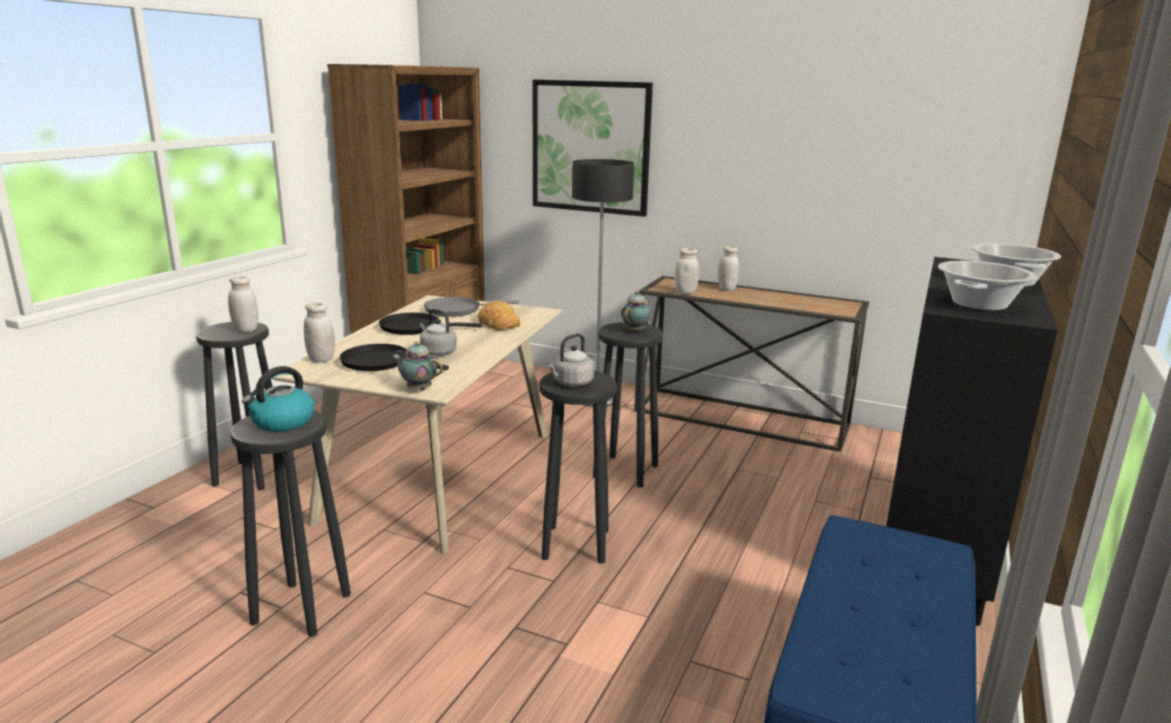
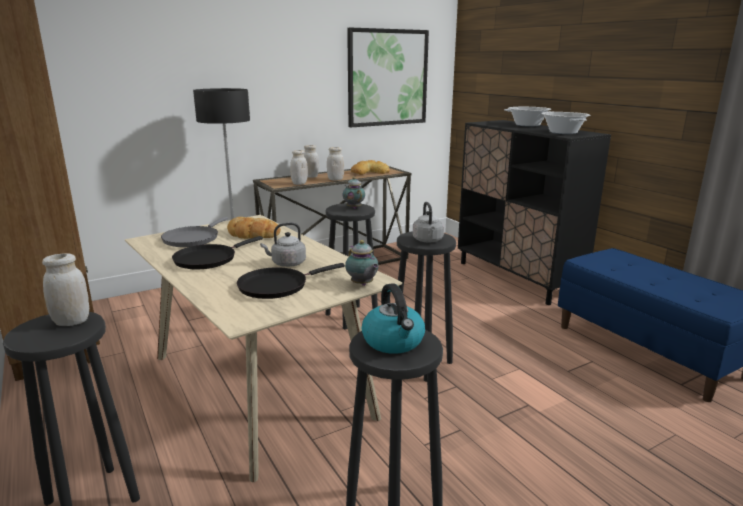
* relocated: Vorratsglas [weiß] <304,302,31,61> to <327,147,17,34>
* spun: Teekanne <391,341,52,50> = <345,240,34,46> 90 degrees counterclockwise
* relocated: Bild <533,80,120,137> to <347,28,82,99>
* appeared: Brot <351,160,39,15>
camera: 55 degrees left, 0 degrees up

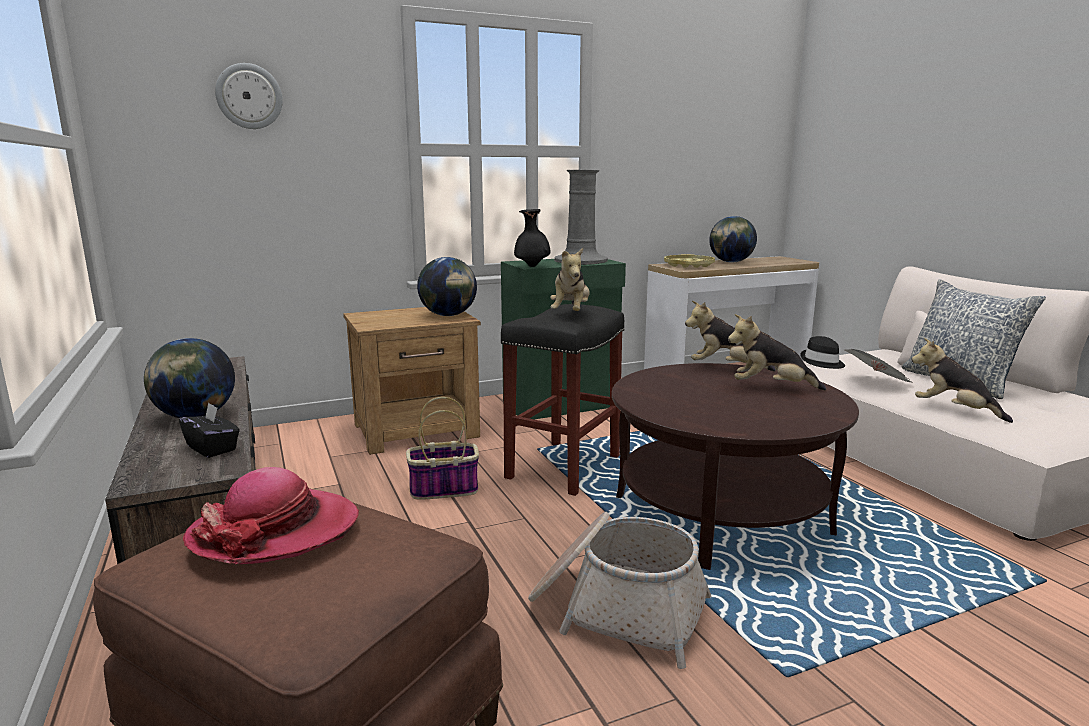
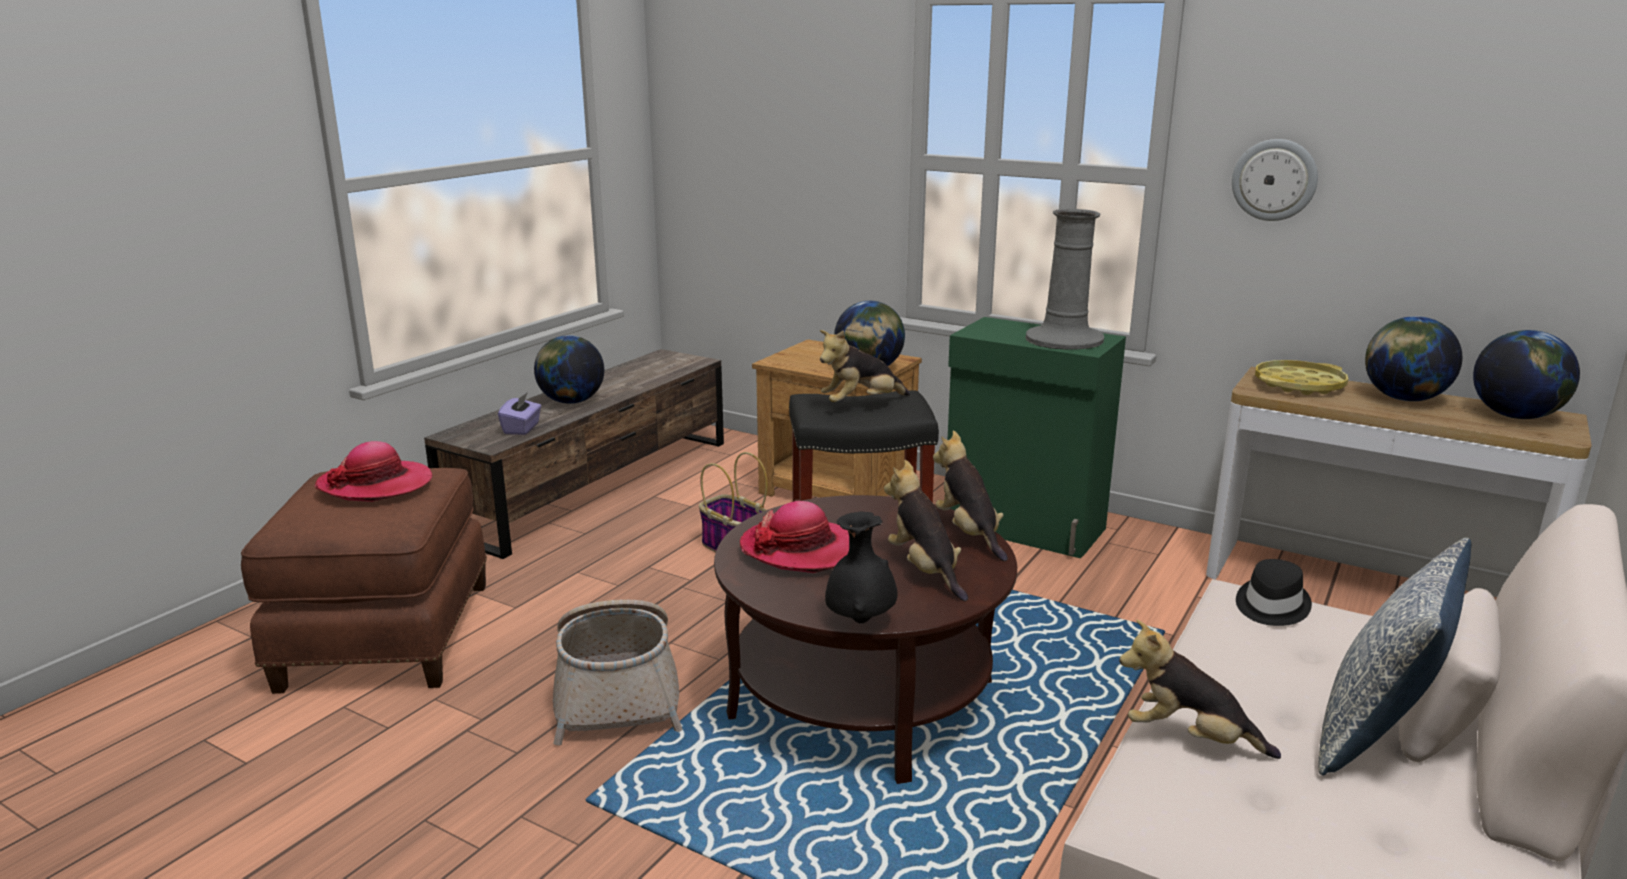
* colour: Taschentuchbox [schwarz] <179,402,61,56> to Taschentuchbox [lila] <498,392,43,43>
* relocated: Wanduhr <215,63,68,66> to <1232,139,86,82>
* relocated: Vase [schwarz] <514,209,36,58> to <825,511,72,112>
* missing: Zeitung <845,349,66,33>
* spun: Plüschtier <912,338,101,85> = <1119,620,162,139> 75 degrees counterclockwise
* appeared: Hut <740,501,109,72>
* appeared: Globus <1473,330,107,89>
camera: 55 degrees right, 5 degrees up

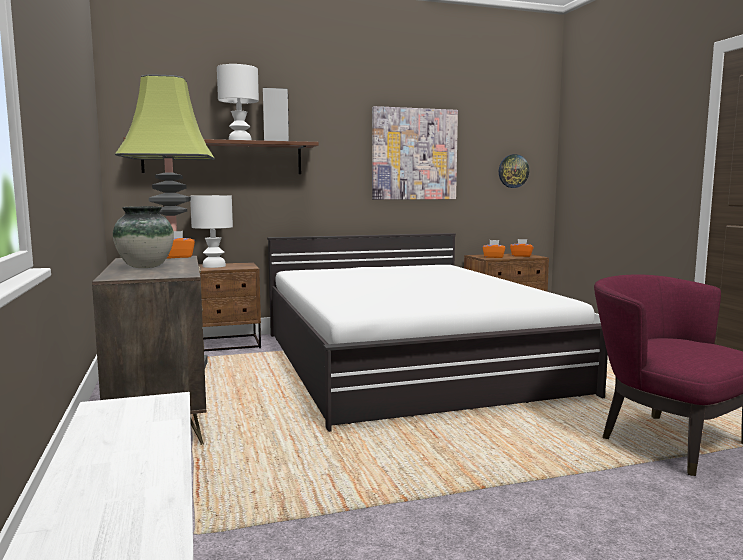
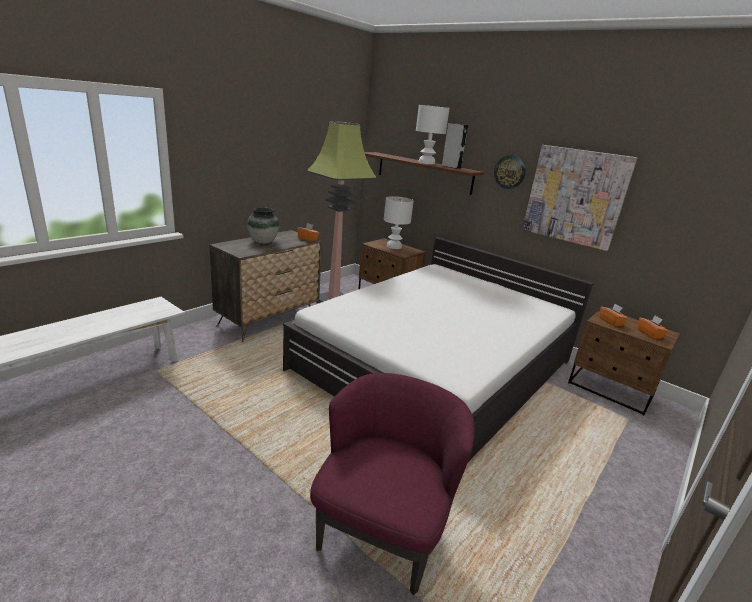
* relocated: Wanduhr <499,154,30,34> to <494,155,32,34>
camera: 55 degrees right, 15 degrees up

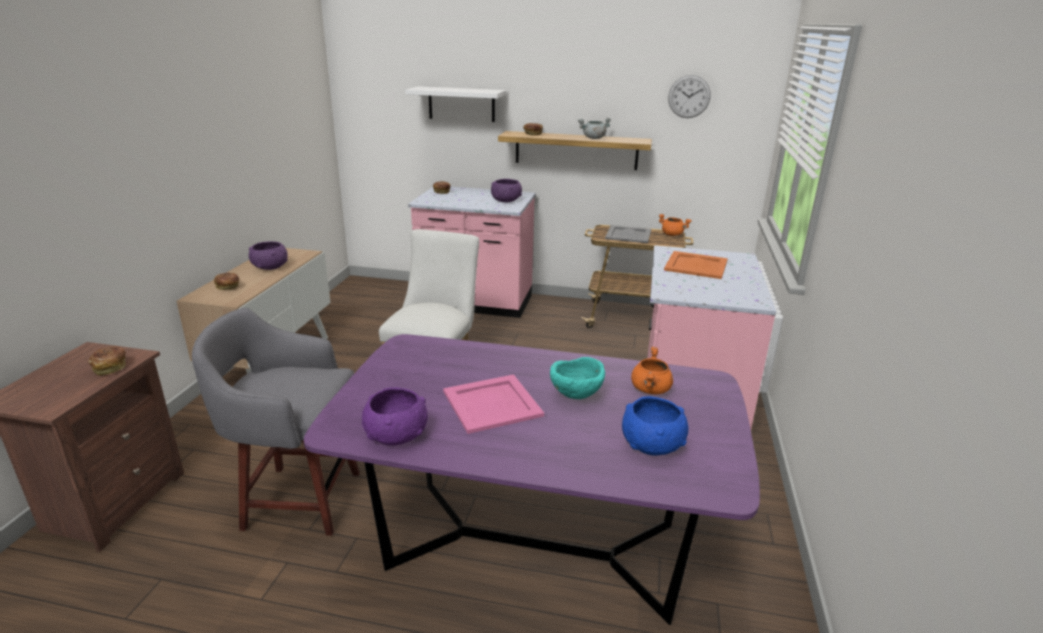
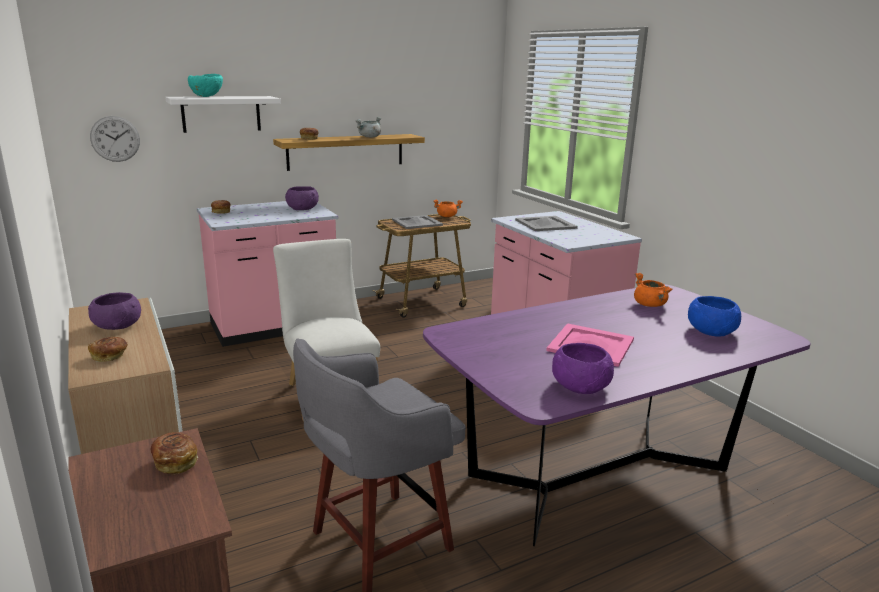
* relocated: Schüssel [türkis] <550,357,55,42> to <188,74,35,23>
* colour: Tablett [orange] <664,251,64,28> to Tablett [grau] <515,216,63,15>
* relocated: Wanduhr <668,75,43,43> to <90,116,50,46>
camera: 40 degrees left, 5 degrees down

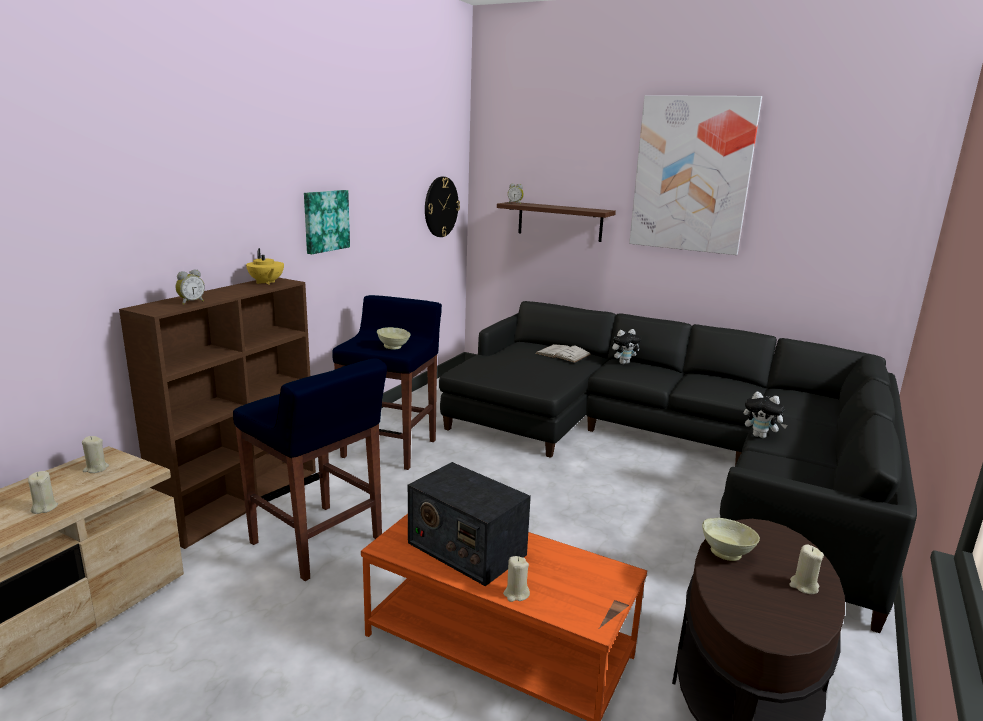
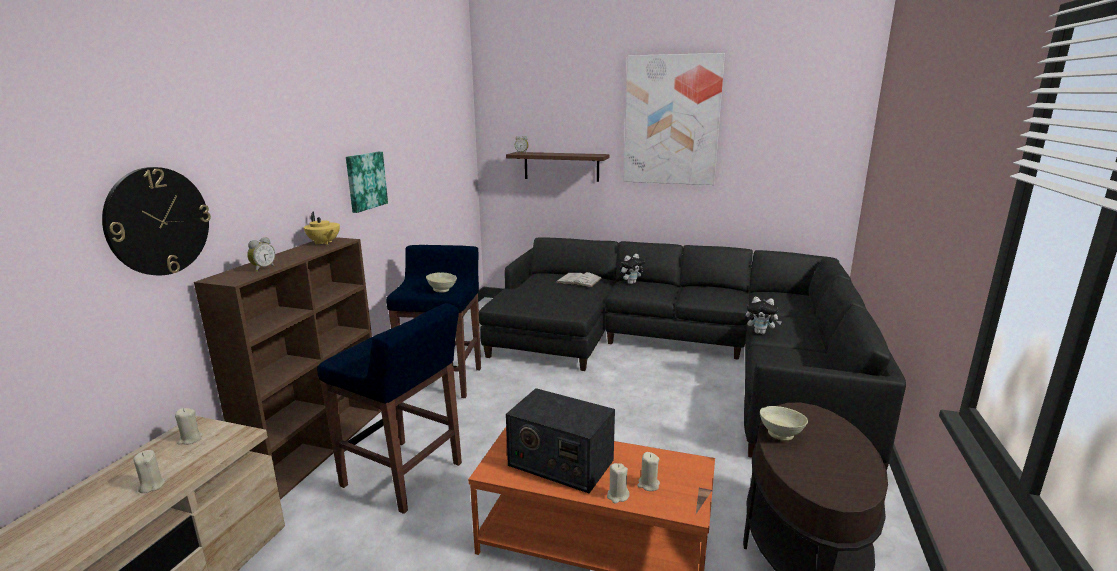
* relocated: Wanduhr <425,177,35,60> to <102,167,109,109>
* relocated: Kerze [beige] <789,545,35,49> to <637,452,23,39>
camera: 10 degrees left, 0 degrees up

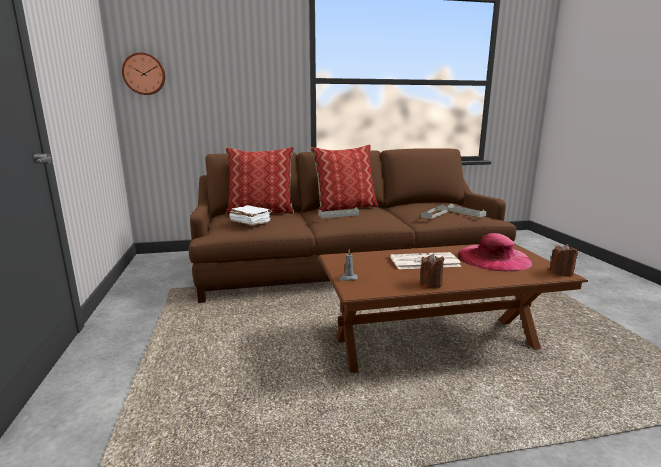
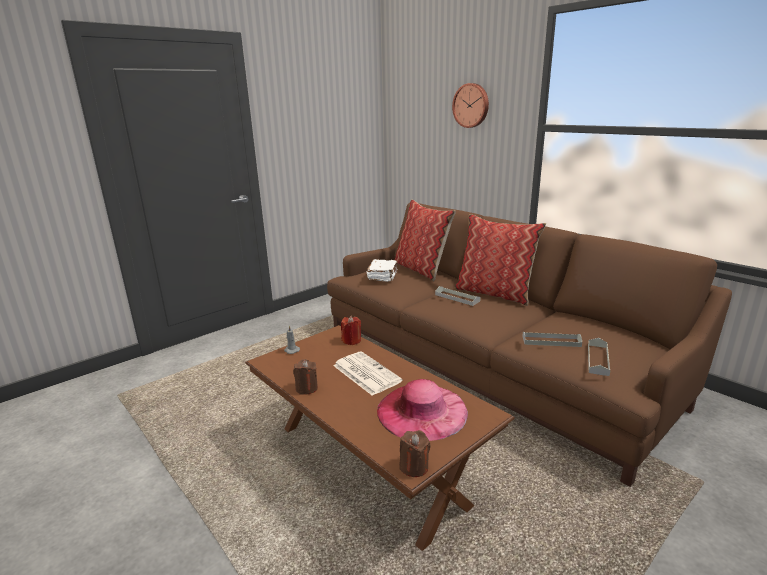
* relocated: Wanduhr <122,52,43,43> to <452,83,37,45>
* appeared: Kerze [rot] <341,316,20,29>
camera: 60 degrees right, 5 degrees up

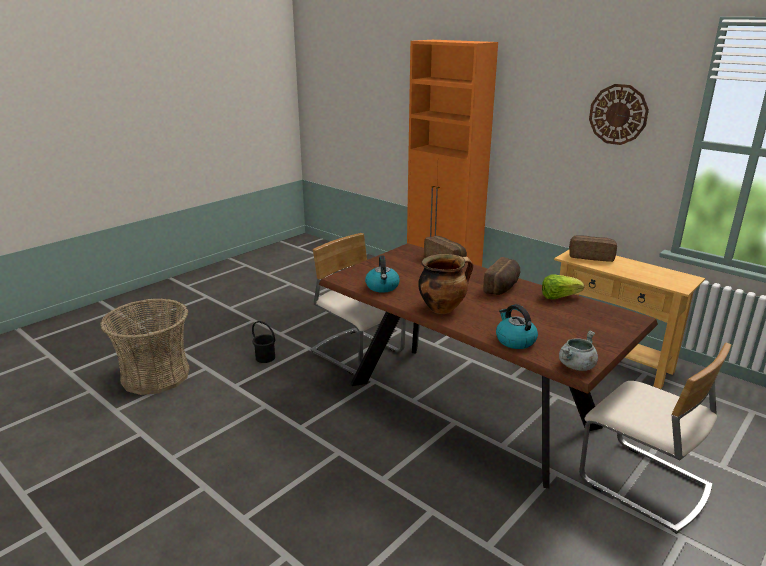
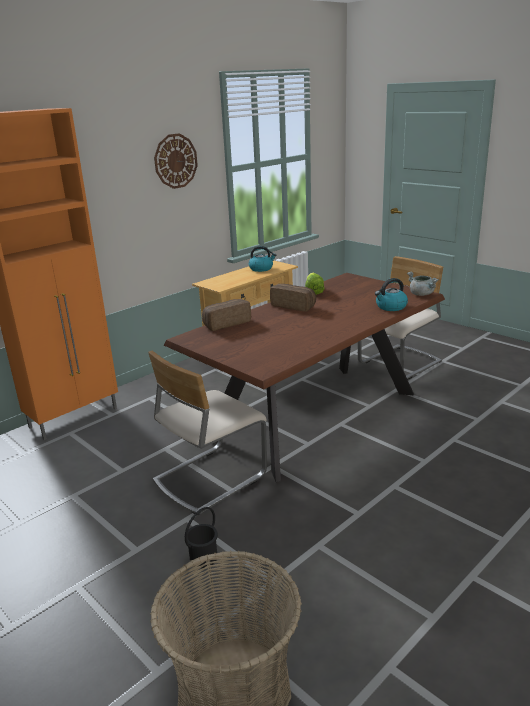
* relocated: Wasserkessel <365,256,35,37> to <249,246,27,26>
* missing: Kochtopf <418,254,55,60>
* missing: Brot <569,235,48,27>
camera: 85 degrees left, 0 degrees up

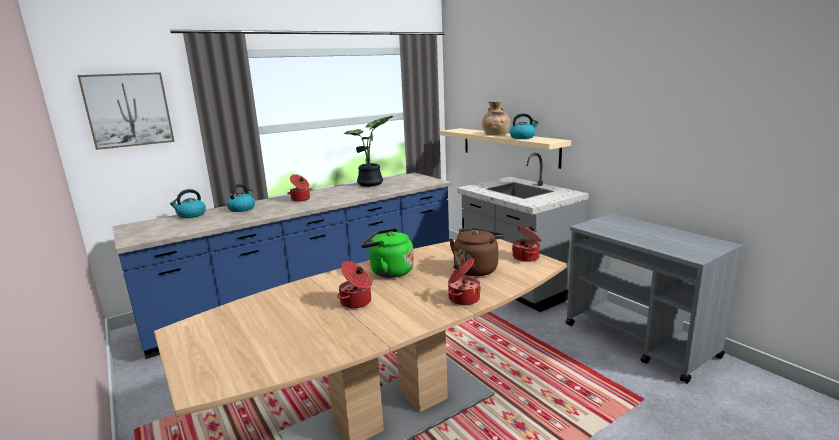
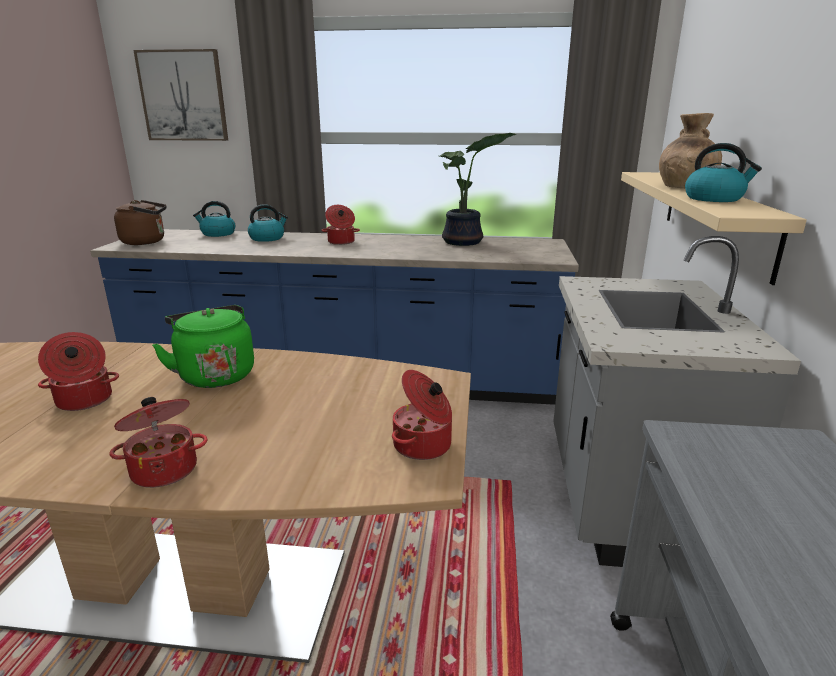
* relocated: Wasserkessel [braun] <449,228,57,48> to <114,200,52,45>
camera: 40 degrees right, 5 degrees up

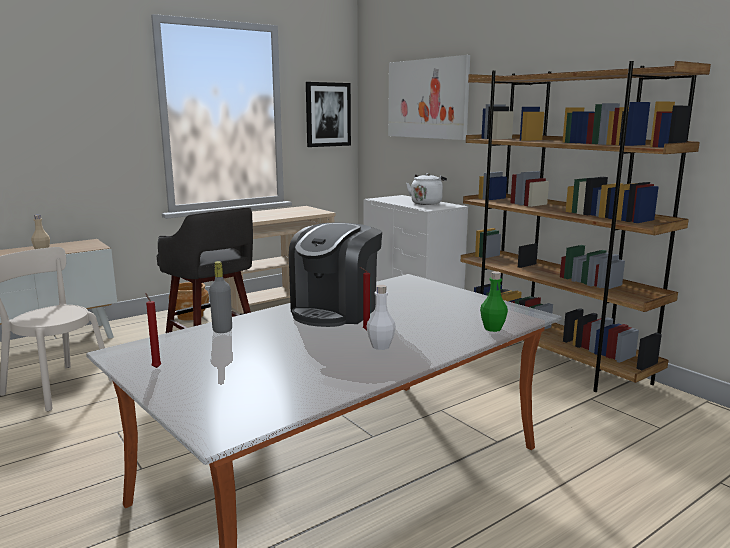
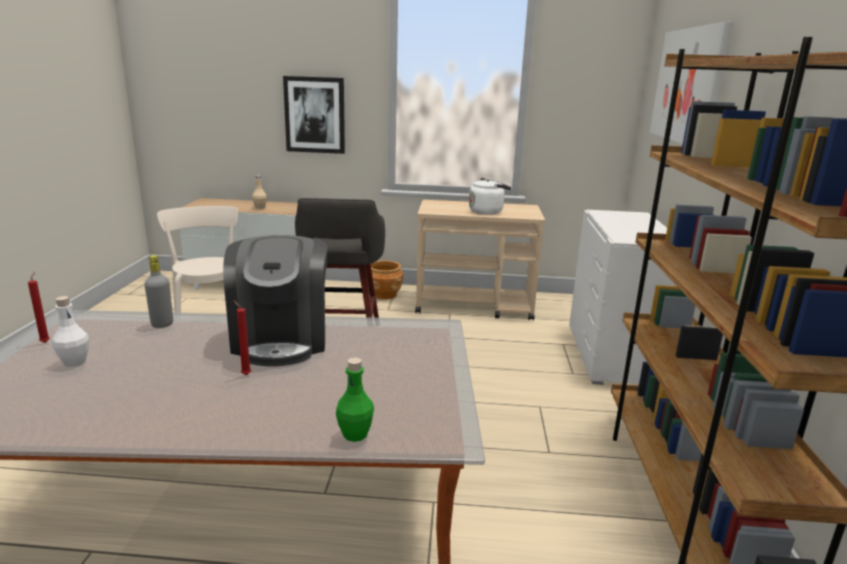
* spun: Kaffeemaschine <289,223,93,104> = <223,235,105,132> 75 degrees counterclockwise
* relocated: Bild <306,82,45,65> to <283,76,62,78>
* relocated: Flasche [weiß] <367,285,29,65> to <52,296,37,71>
* relocated: Wasserkessel [weiß] <406,173,41,32> to <469,178,43,37>
camera: 40 degrees right, 5 degrees up

